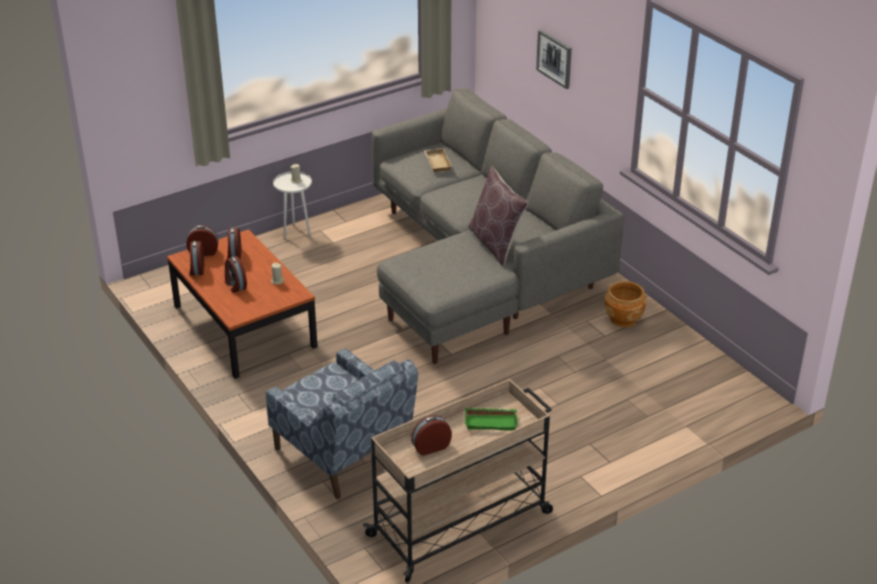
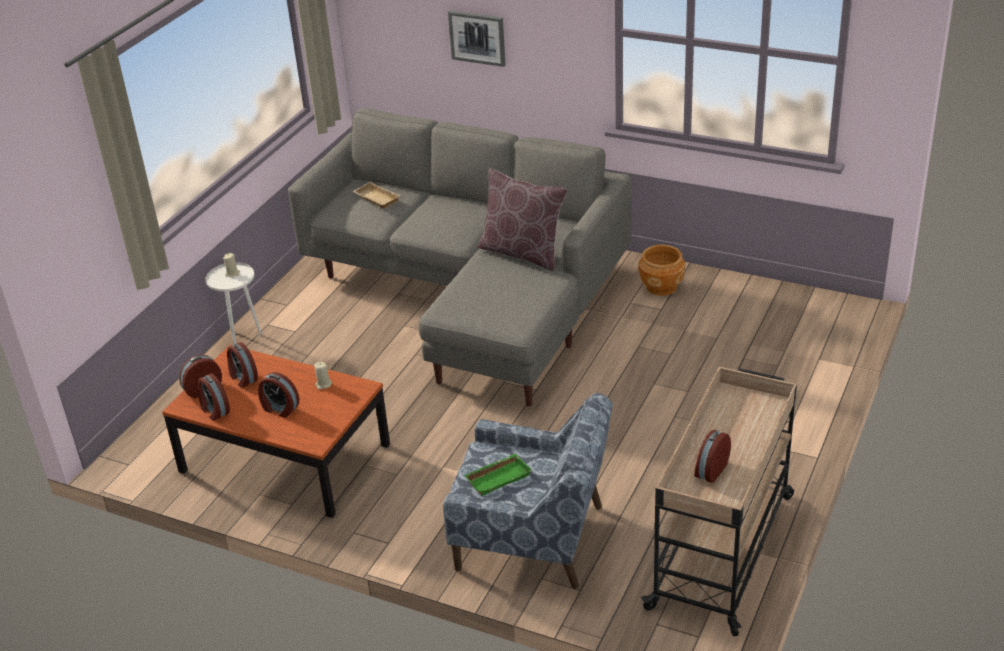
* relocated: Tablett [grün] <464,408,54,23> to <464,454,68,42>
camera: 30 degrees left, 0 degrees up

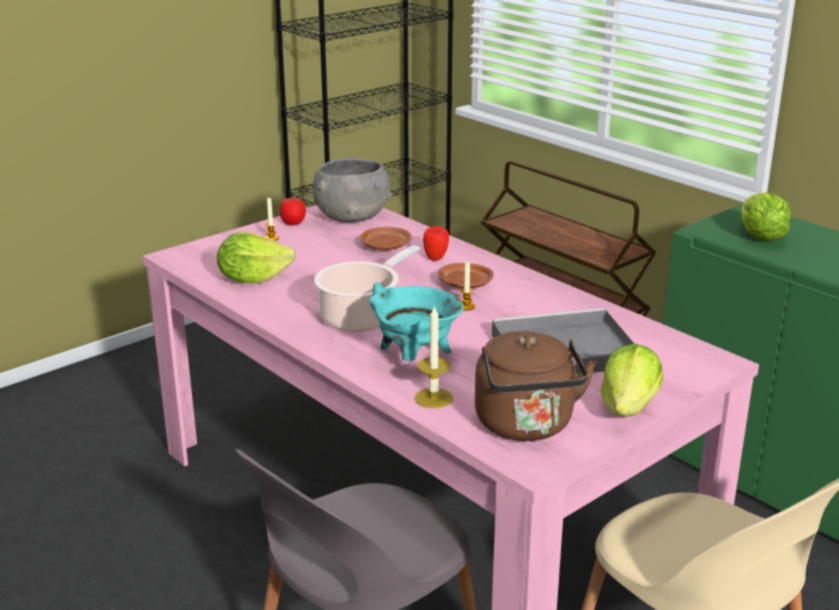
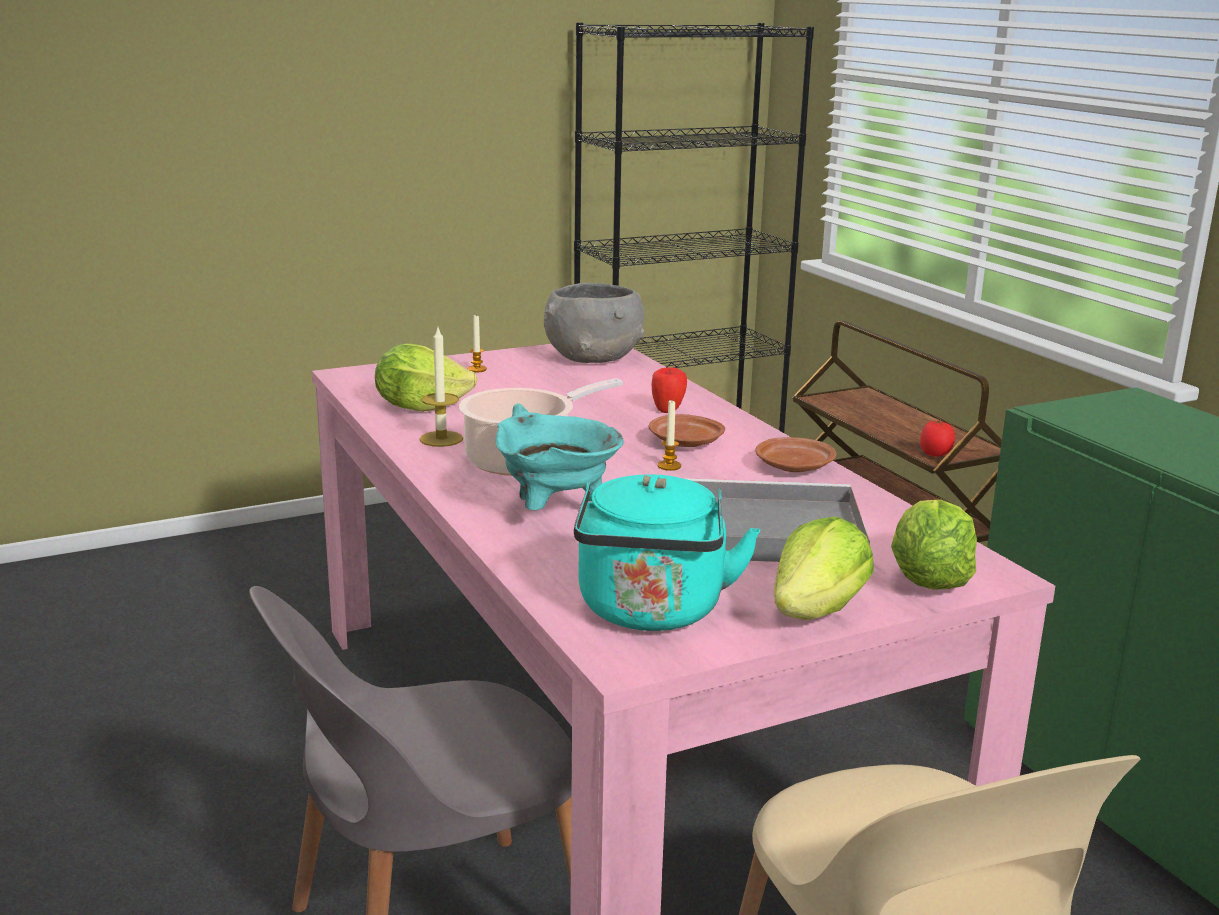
* relocated: Tomate <280,197,26,28> to <920,421,35,36>
* relocated: Teller [braun] <360,227,52,23> to <755,437,81,35>
* relocated: Kerze <415,305,38,103> to <419,328,44,119>
* colour: Wasserkessel [braun] <475,331,121,110> to Wasserkessel [türkis] <574,475,186,156>
* relocated: Salatkopf <742,192,49,49> to <891,499,86,91>
camera: 15 degrees right, 5 degrees down

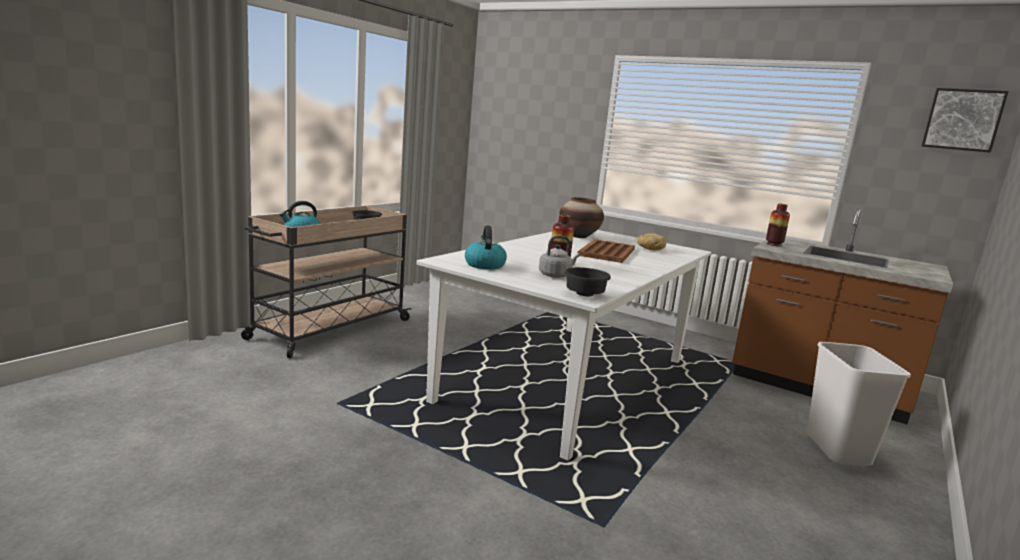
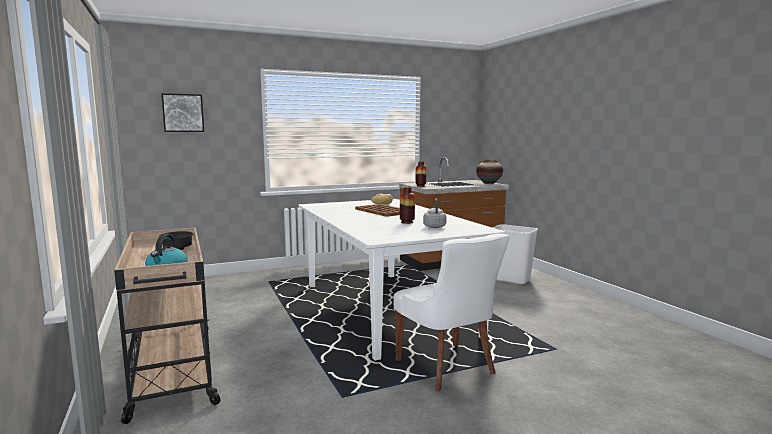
* missing: Wasserkessel <465,225,42,45>
* relocated: Vase <559,197,45,41> to <476,160,27,24>
* missing: Schüssel [schwarz] <564,267,47,29>
* relocated: Bild <922,88,87,64> to <161,93,43,39>
* appeared: Stuhl [weiß] <393,234,117,157>
camera: 55 degrees left, 5 degrees down

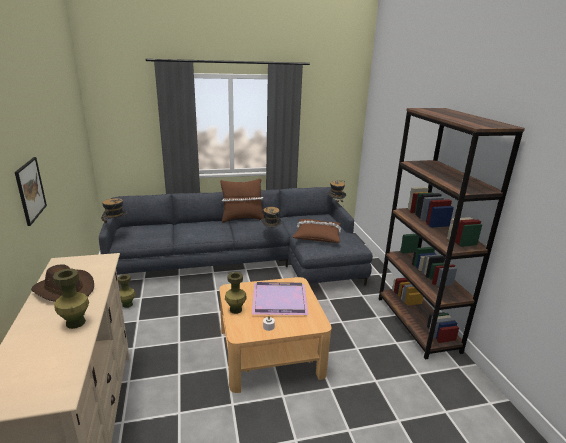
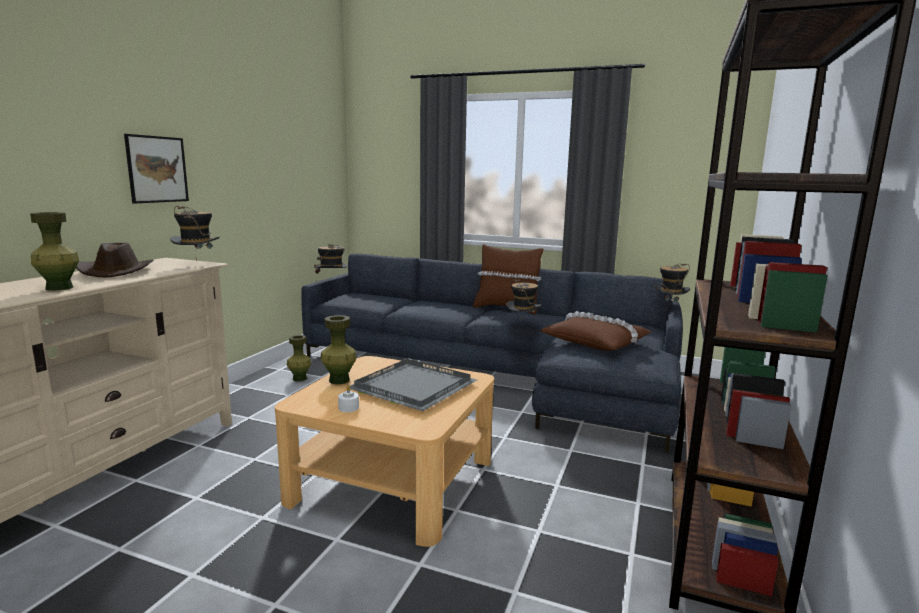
* colour: Tablett [lila] <251,282,58,33> to Tablett [grau] <350,359,127,52>
* appeared: Hut <170,206,50,55>
camera: 35 degrees right, 10 degrees down

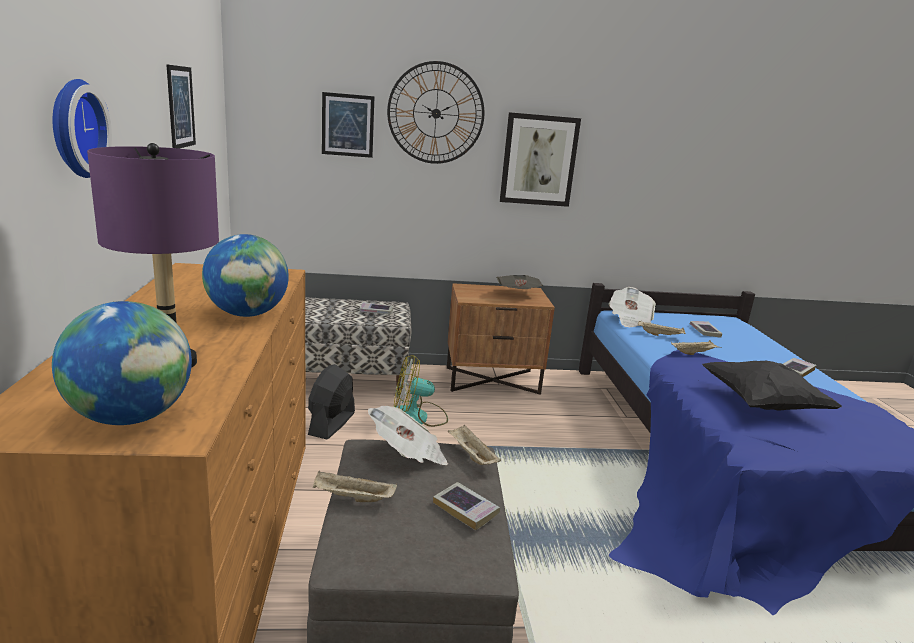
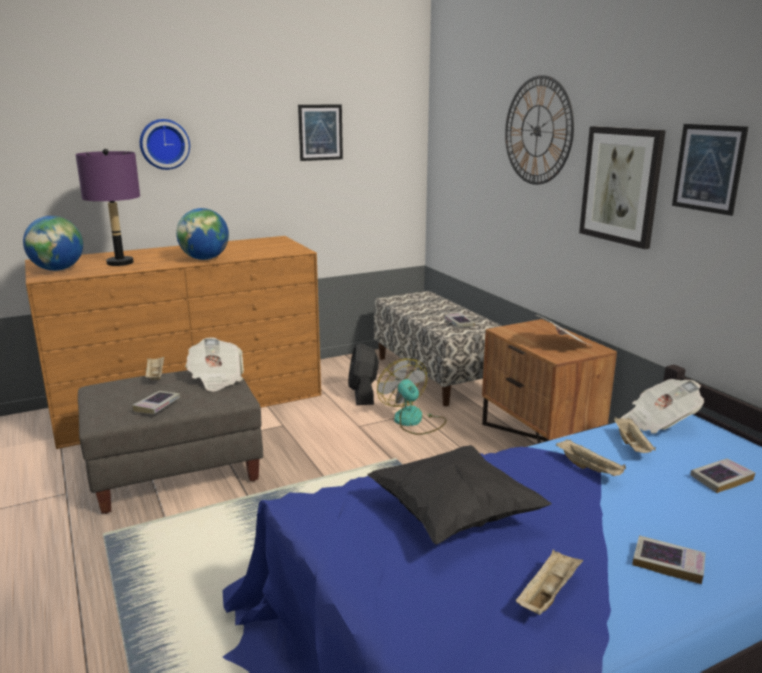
* spun: Ventilator [schwarz] <308,364,47,75> = <348,343,31,62> 90 degrees counterclockwise
* relocated: Bild <322,92,53,66> to <672,124,76,92>
* relocated: Tablett [beige] <448,425,53,40> to <516,549,67,66>
camera: 70 degrees right, 0 degrees up

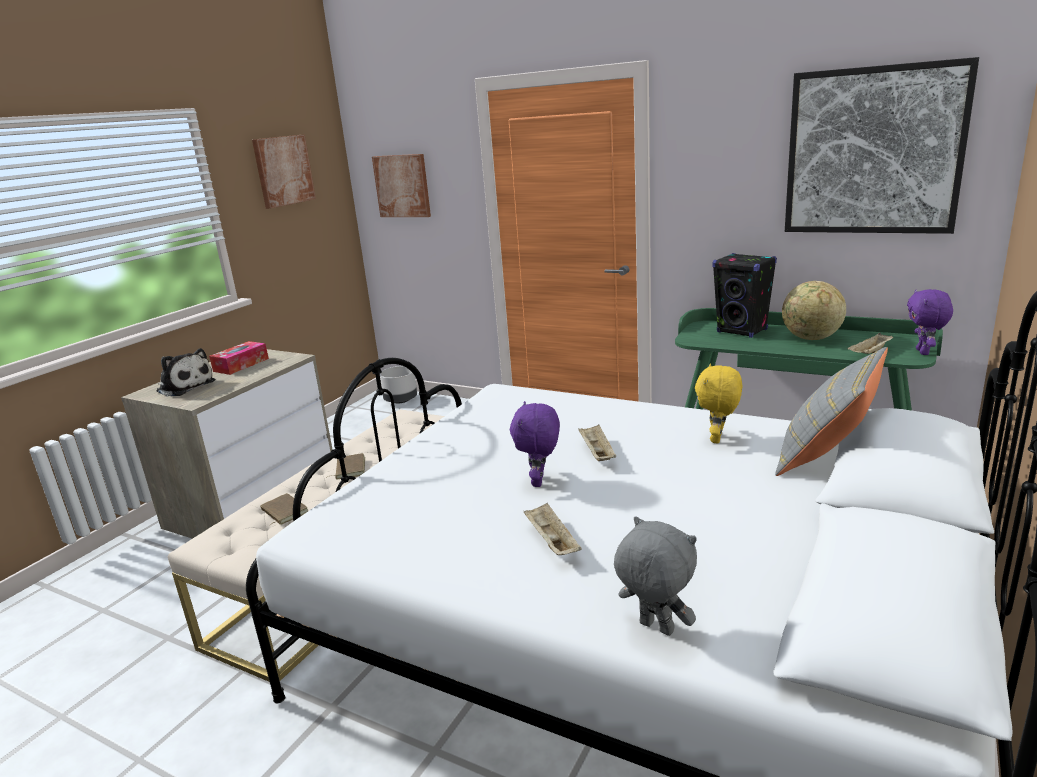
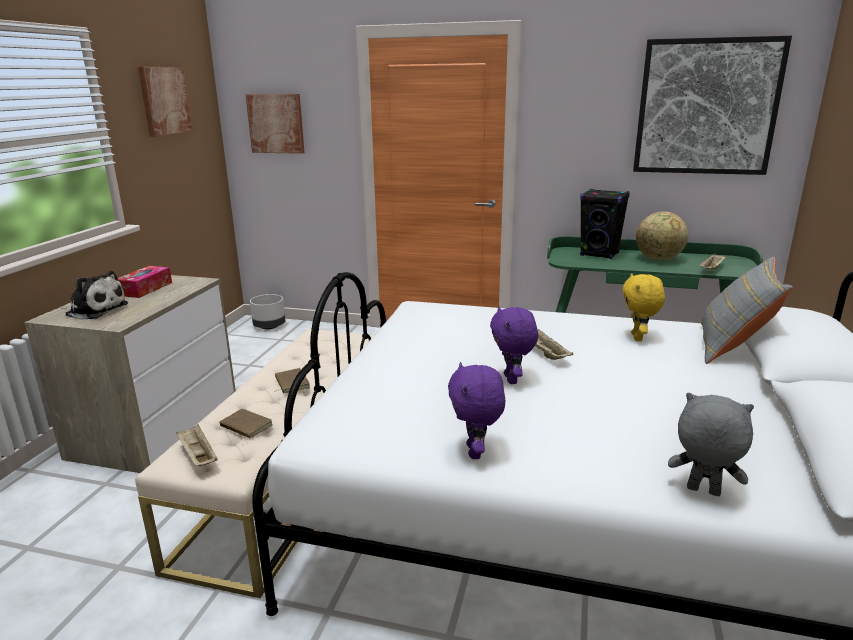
* relocated: Tablett [beige] <524,503,58,52> to <176,424,42,42>
* relocated: Plüschtier [lila] <907,289,46,66> to <448,362,57,97>
camera: 15 degrees left, 0 degrees up

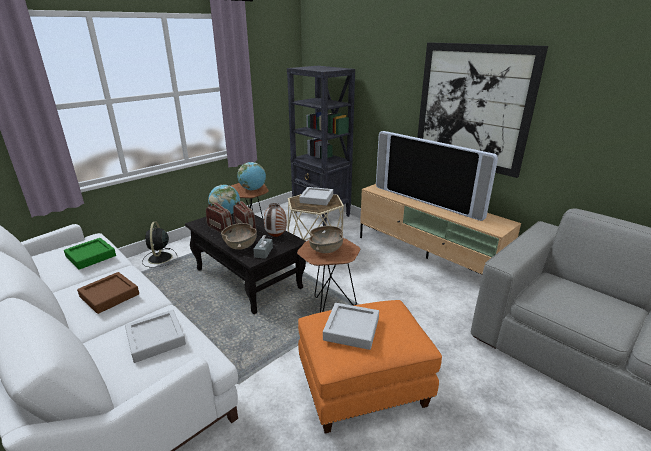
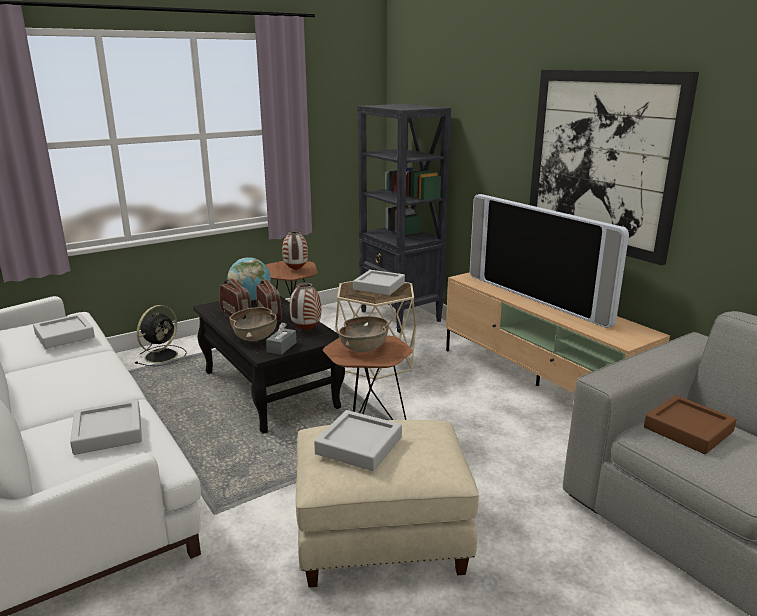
* colour: Tablett [grün] <64,238,52,32> to Tablett [grau] <33,314,62,35>
* relocated: Tablett [braun] <77,272,62,42> to <644,395,93,59>
* spun: Ventilator [schwarz] <142,222,36,45> = <135,305,52,61> 150 degrees counterclockwise
* exchanged: Globus <237,162,29,28> to Vase <282,230,26,40>
* colour: Polsterhocker [orange] <298,300,144,133> to Polsterhocker [beige] <296,420,183,167>
camera: 10 degrees right, 5 degrees down

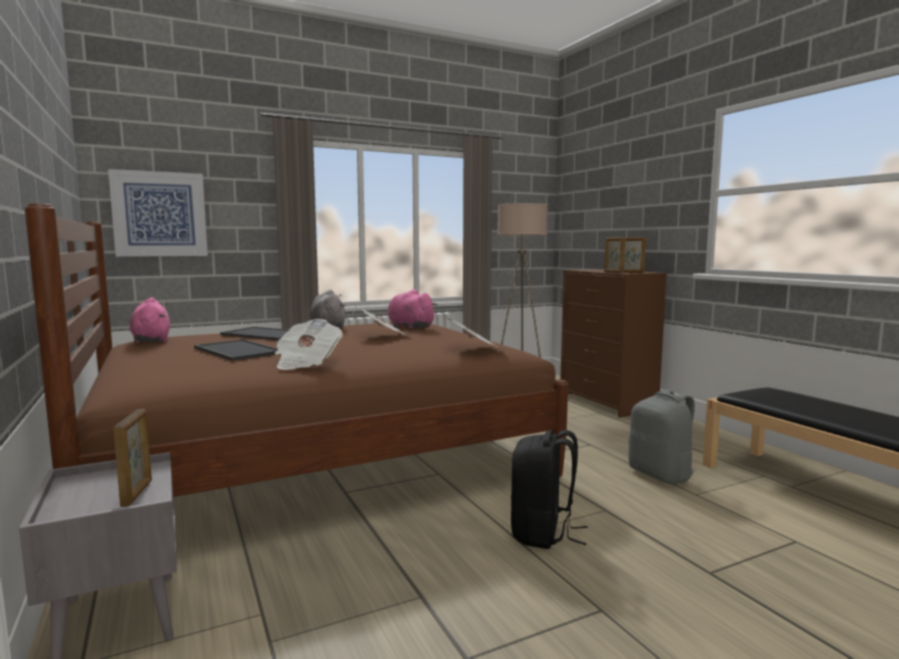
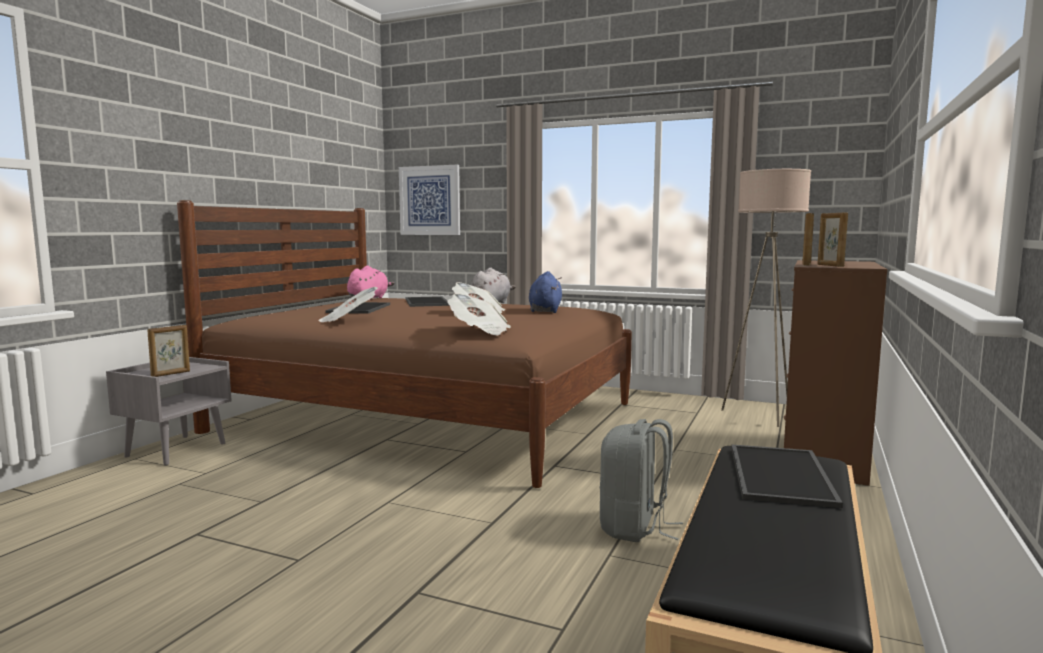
* colour: Plüschtier [rosa] <387,289,50,40> to Plüschtier [blau] <529,271,33,42>
* missing: Rucksack [schwarz] <511,430,77,119>
* appeared: Tablett <731,445,112,63>
camera: 50 degrees right, 0 degrees up

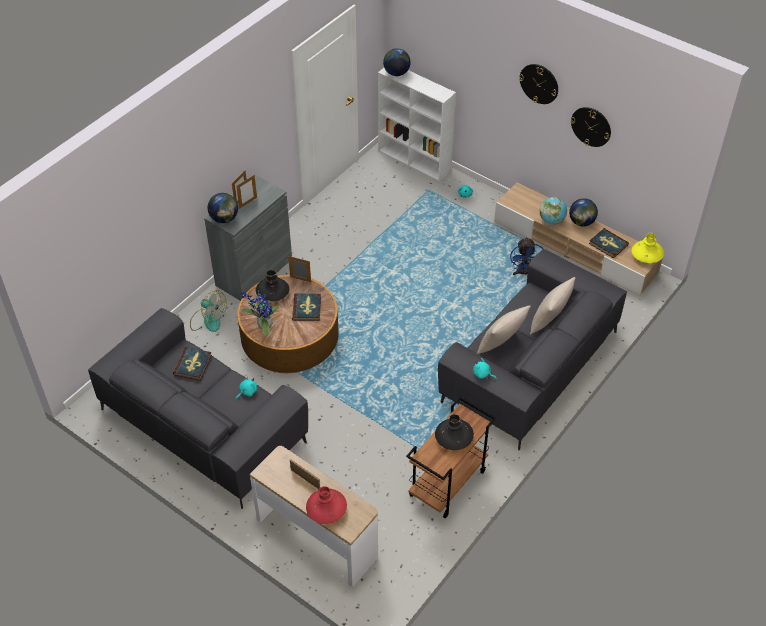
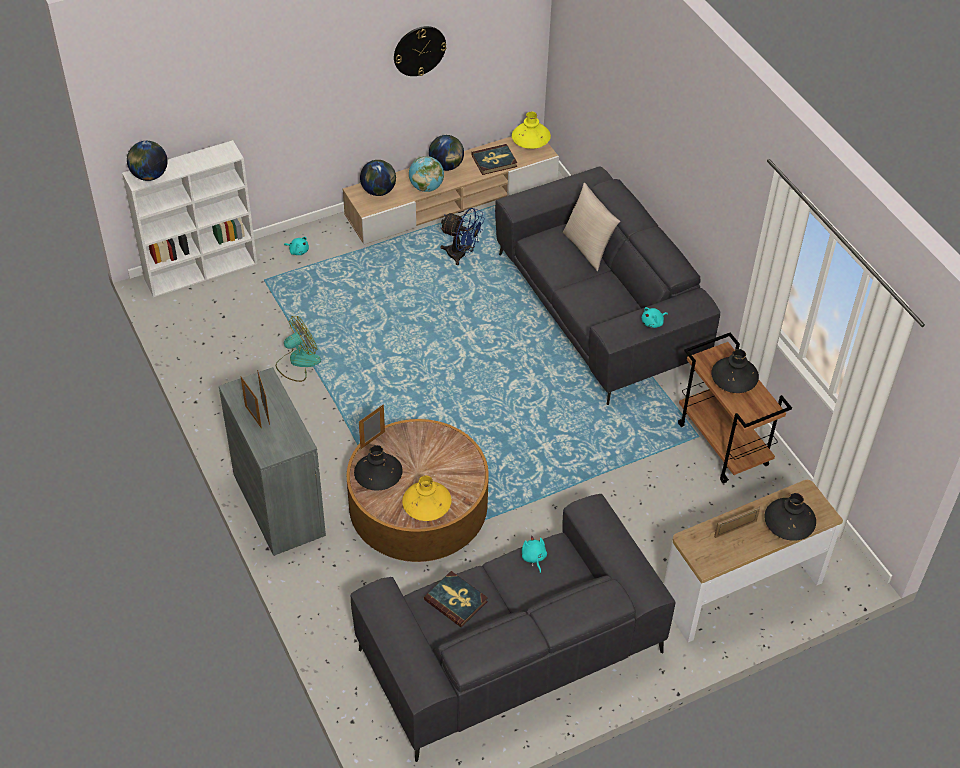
* relocated: Ventilator <190,290,37,42> to <276,316,45,66>
* relocated: Globus <208,193,30,30> to <360,160,36,36>
* exchanged: Topfpflanze <241,291,38,44> to Vase [gelb] <402,475,49,46>
* missing: Buch <292,294,29,27>
* colour: Vase [rot] <306,486,41,38> to Vase [schwarz] <765,493,51,48>
* missing: Kissen [beige] <477,305,54,49>
* missing: Wanduhr <519,64,39,40>
camera: 65 degrees left, 0 degrees up

